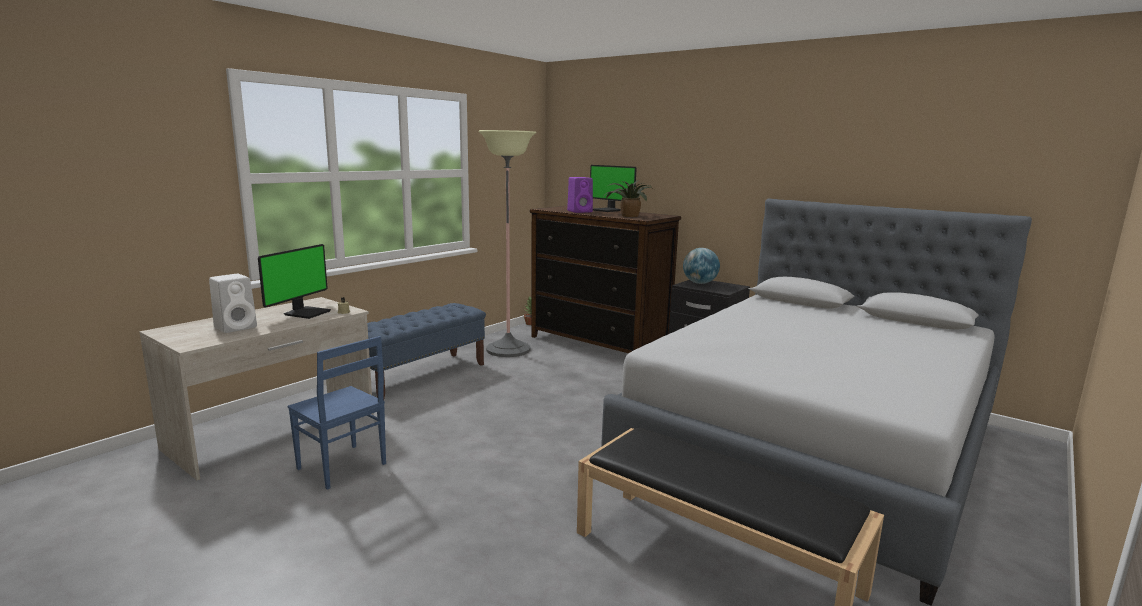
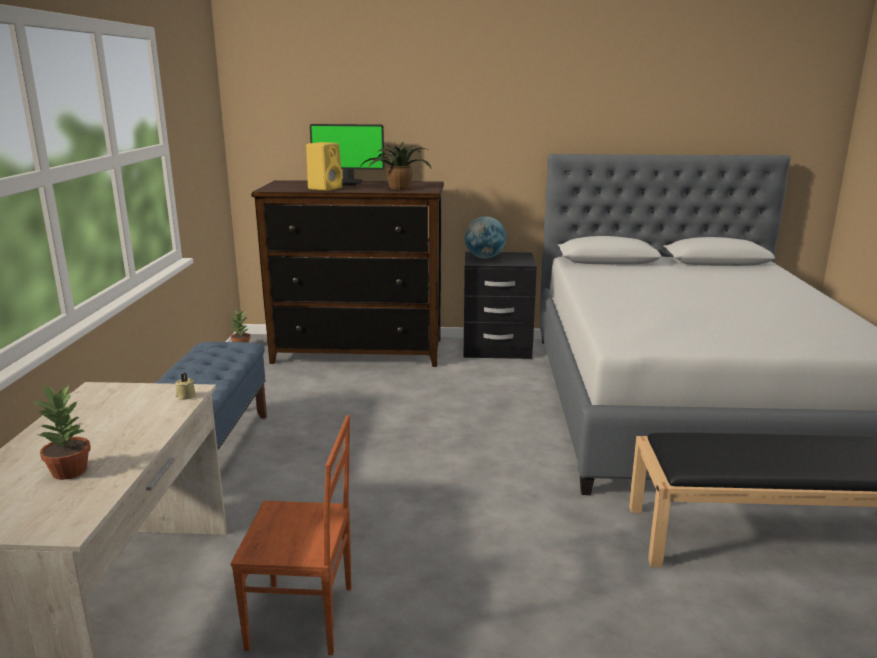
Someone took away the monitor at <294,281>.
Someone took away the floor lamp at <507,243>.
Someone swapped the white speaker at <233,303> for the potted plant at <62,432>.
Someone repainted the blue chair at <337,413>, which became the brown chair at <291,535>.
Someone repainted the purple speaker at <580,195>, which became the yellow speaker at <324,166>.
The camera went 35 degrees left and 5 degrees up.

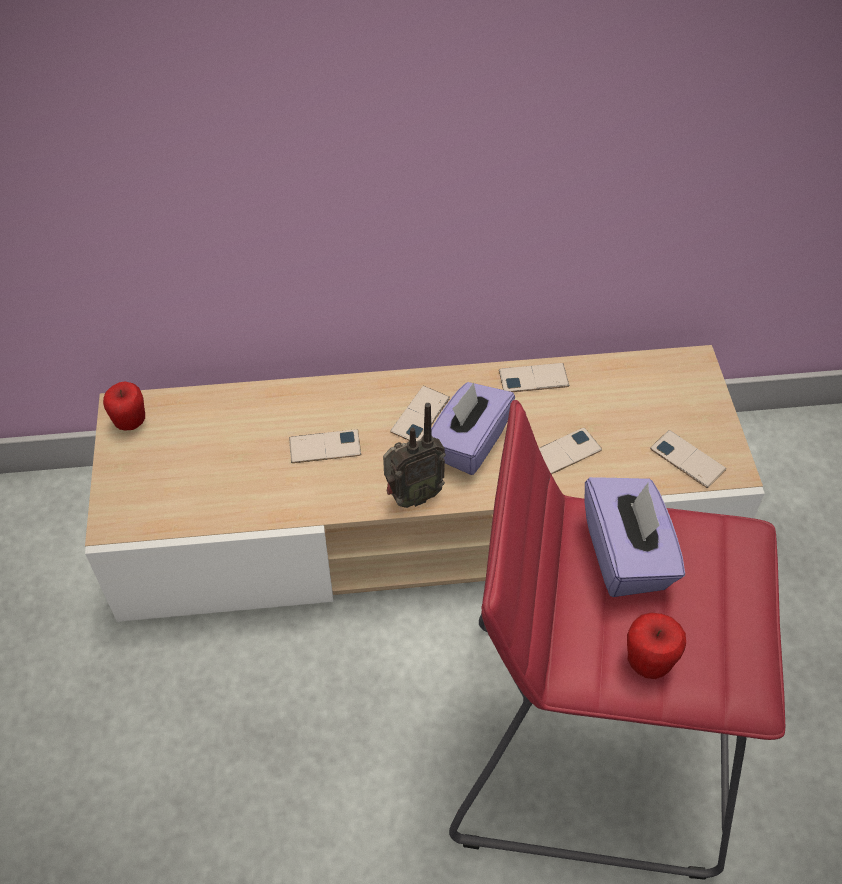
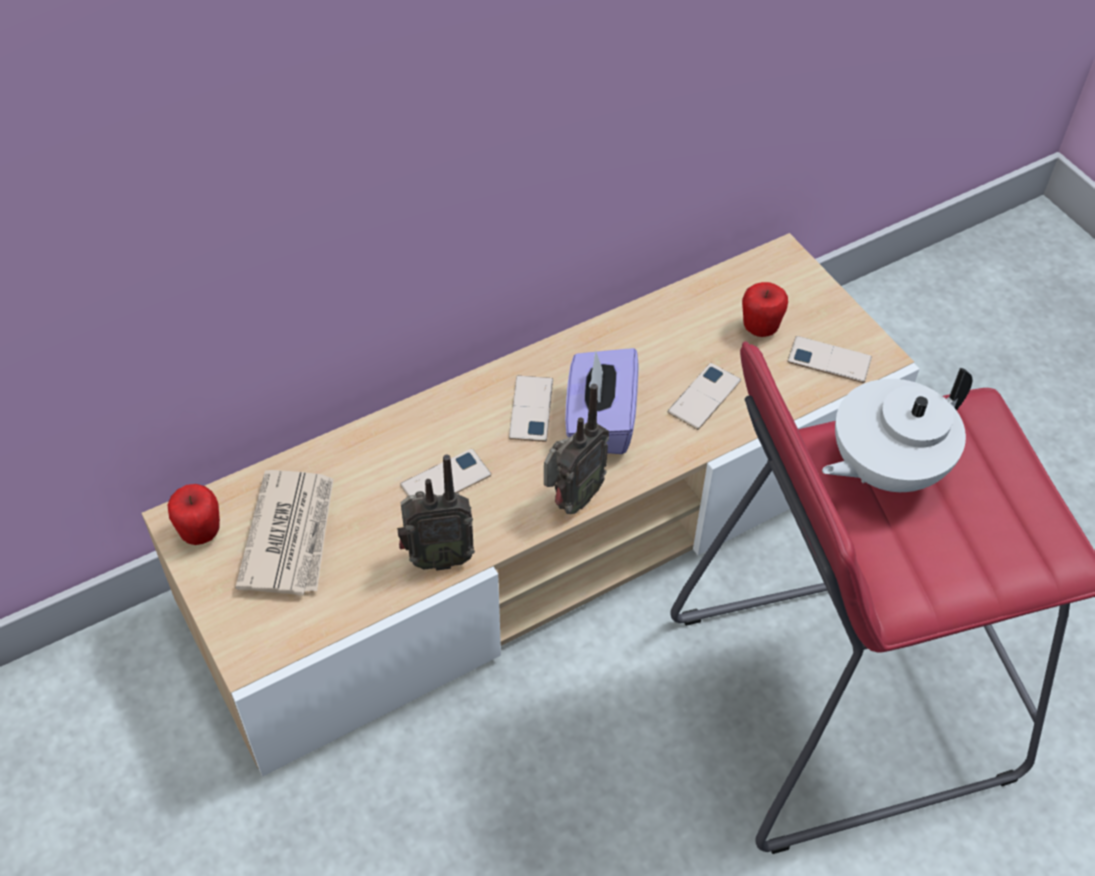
Someone took away the phone at <534,377>.
Someone put down the newspaper at <284,533>.
Someone put down the radio at <436,513>.
Someone carried the apple from <656,646> to <765,309>.
Someone swapped the purple tissue box at <635,537> for the white teapot at <897,430>.
The camera went 25 degrees left and 0 degrees up.

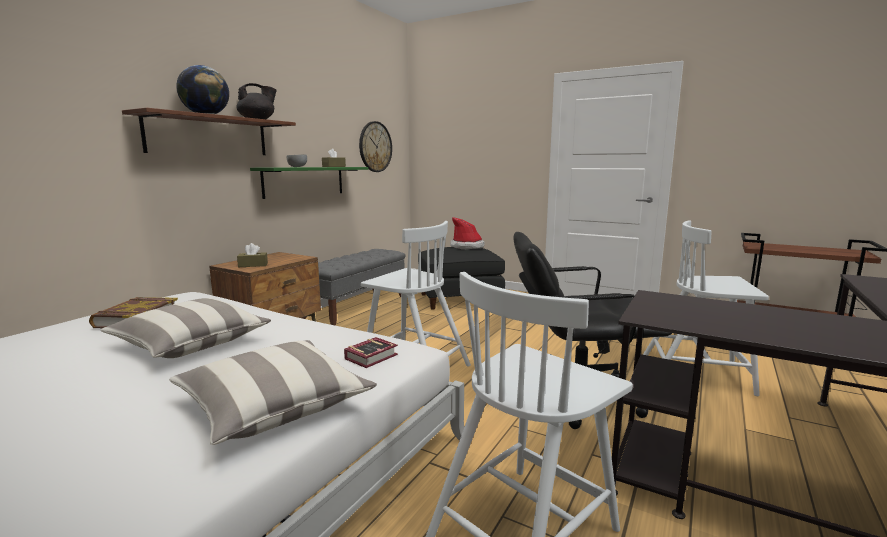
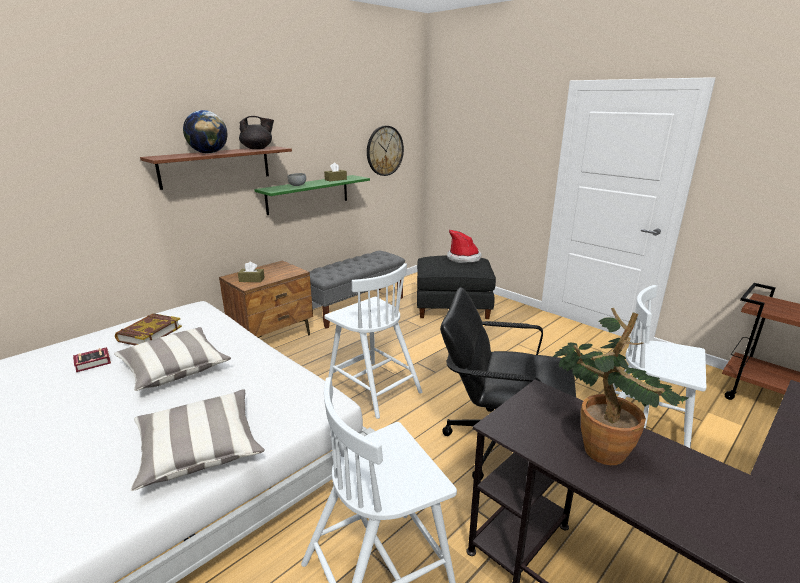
Someone put down the potted plant at <620,386>.
Someone carried the book from <371,352> to <92,359>.
The camera went 15 degrees right and 10 degrees up.

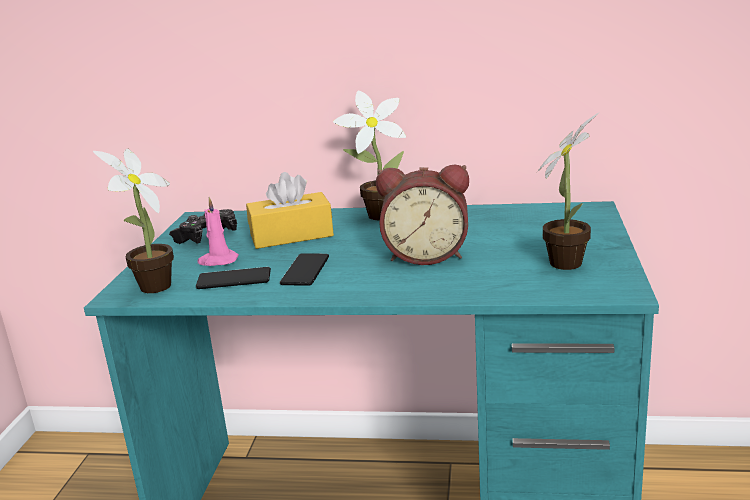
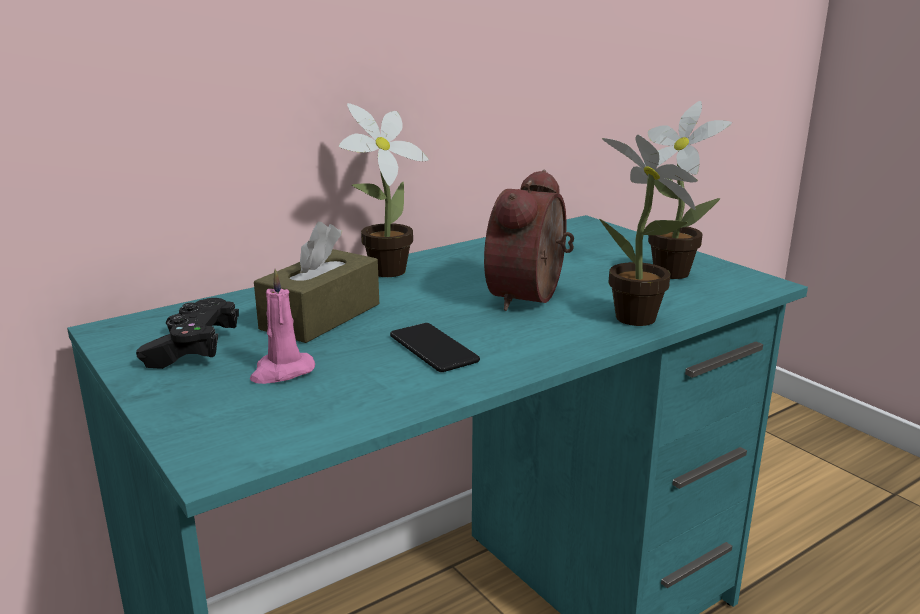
Someone took away the phone at <233,278>.
Someone carried the potted plant from <133,221> to <648,230>.
Someone repainted the yellow tissue box at <290,210>, which became the brown tissue box at <316,282>.
Someone rotated the alarm clock at <422,215> by 150 degrees clockwise.
The camera went 45 degrees left and 0 degrees up.

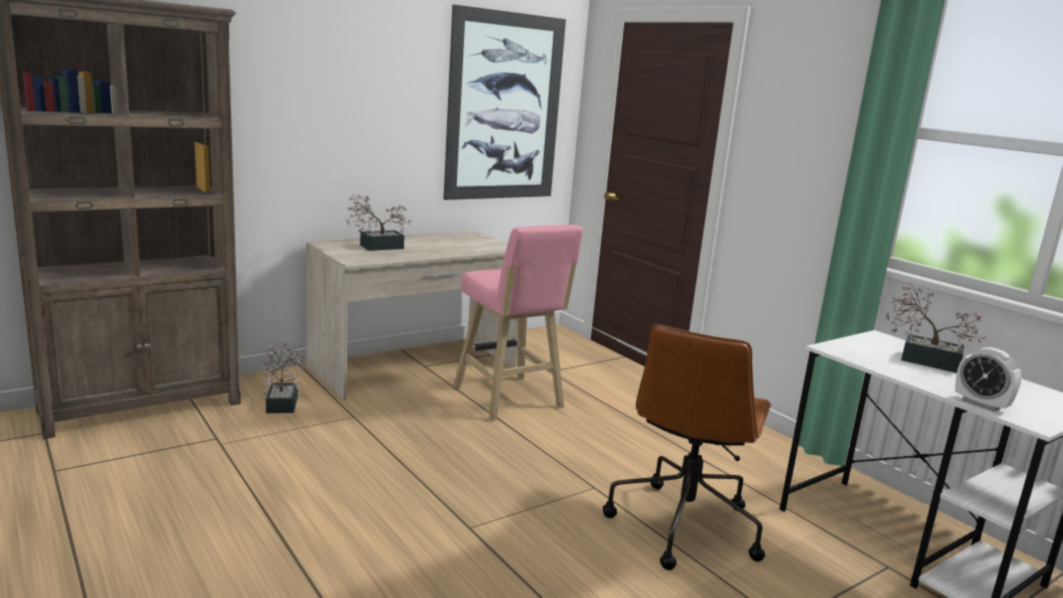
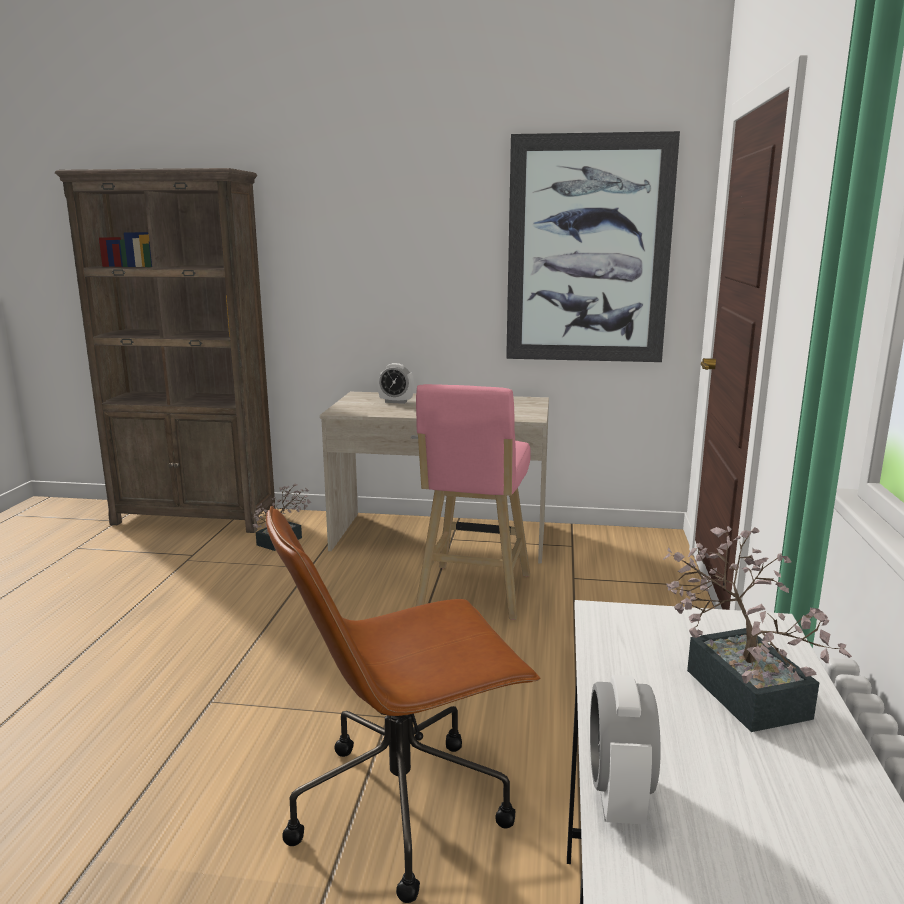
Someone swapped the potted plant at <379,223> for the alarm clock at <396,383>.
The camera went 45 degrees right and 0 degrees up.

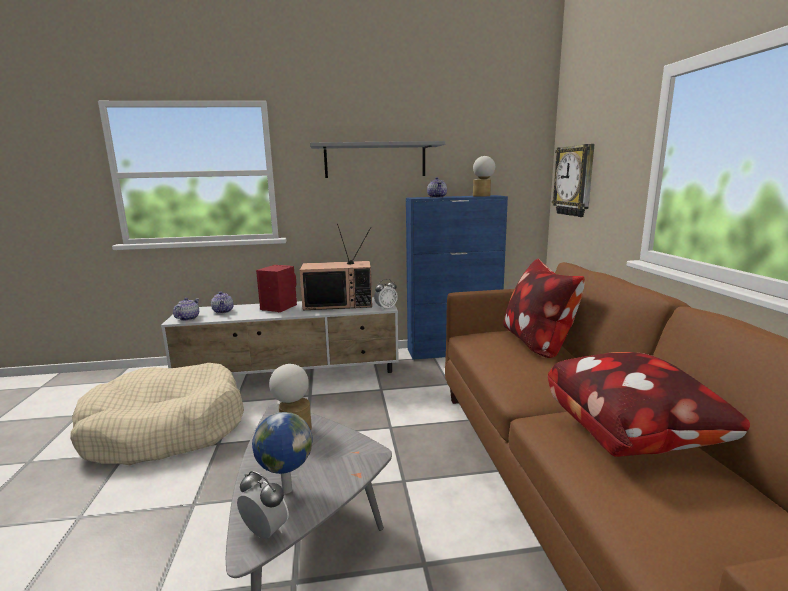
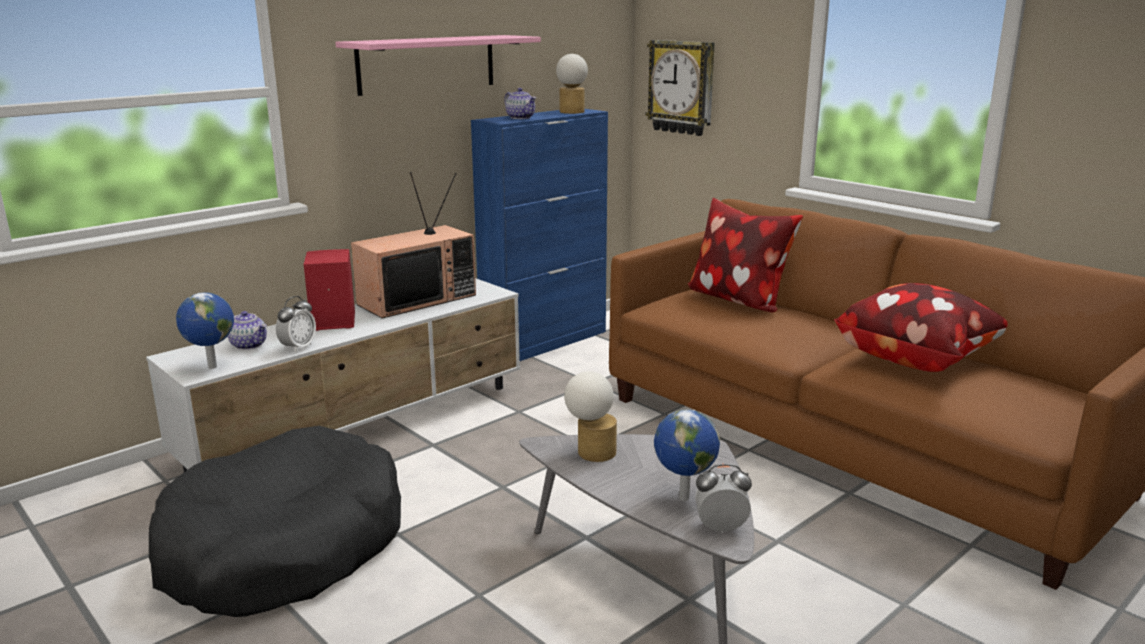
Someone carried the alarm clock from <386,294> to <296,324>.
Someone swapped the teapot at <186,309> for the globe at <205,330>.
Someone repainted the beige dog bed at <157,414>, which became the black dog bed at <275,521>.
Someone repainted the grey shelf at <377,159>, which became the pink shelf at <438,65>.
The camera went 35 degrees left and 5 degrees up.

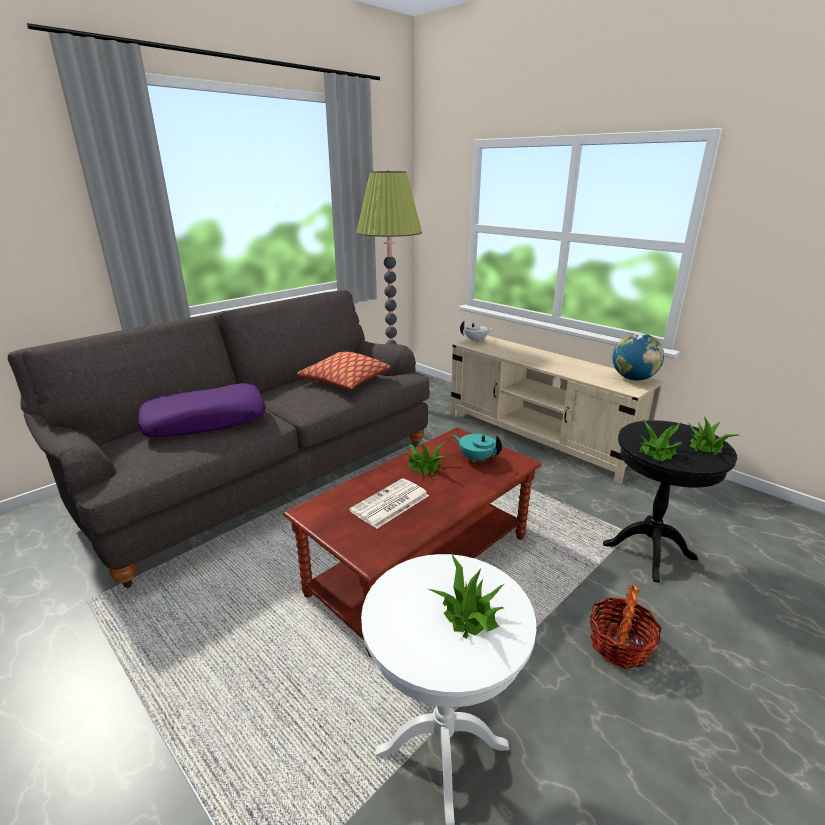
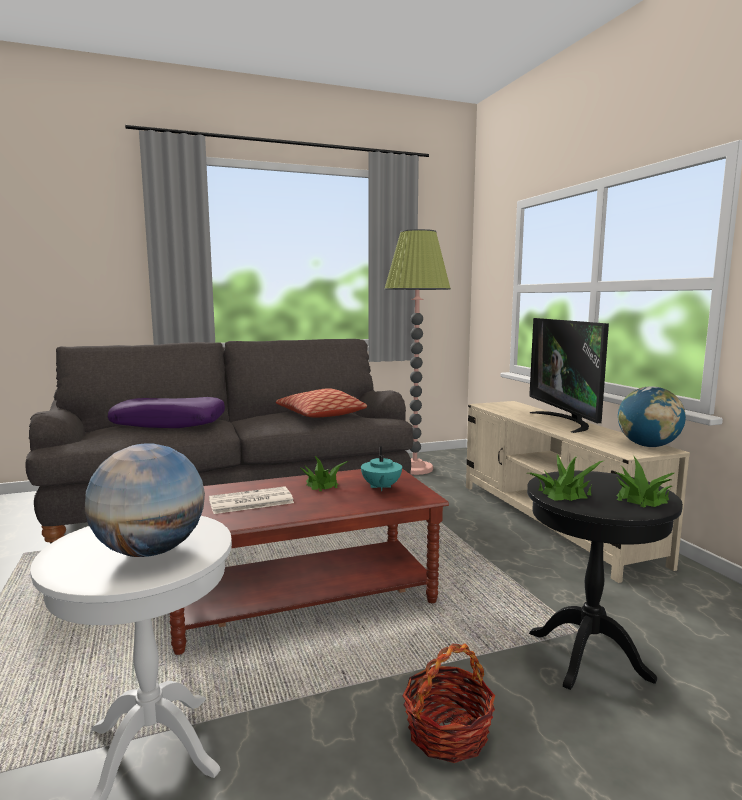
Someone took away the white teapot at <477,332>.
Someone put down the television at <569,375>.
Someone swapped the potted plant at <466,596> for the globe at <145,500>.
Someone rotated the turquoise teapot at <477,448> by 150 degrees counterclockwise.
The camera went 25 degrees right and 15 degrees down.

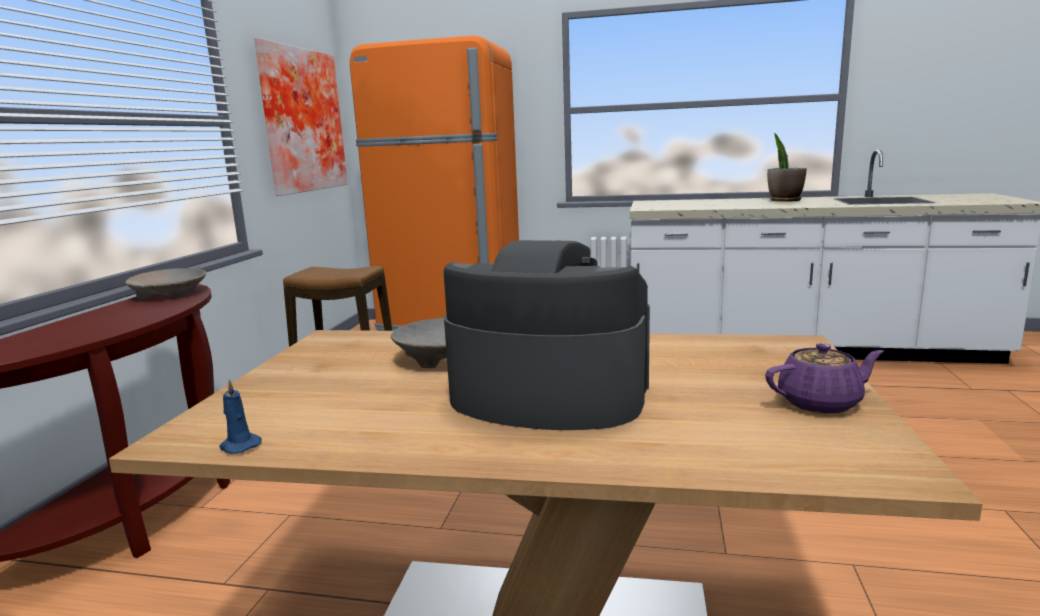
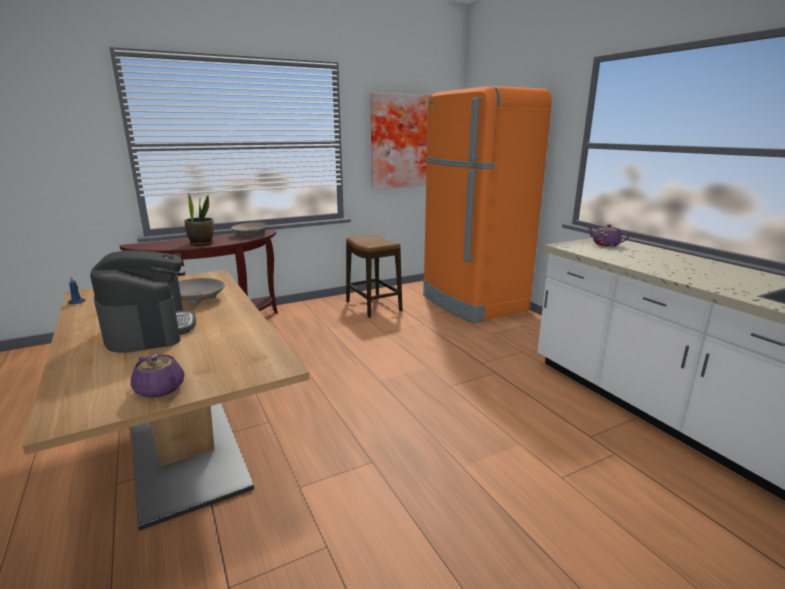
Someone put down the purple teapot at <608,235>.
Someone carried the potted plant from <787,167> to <199,219>.
The camera went 50 degrees right and 5 degrees up.

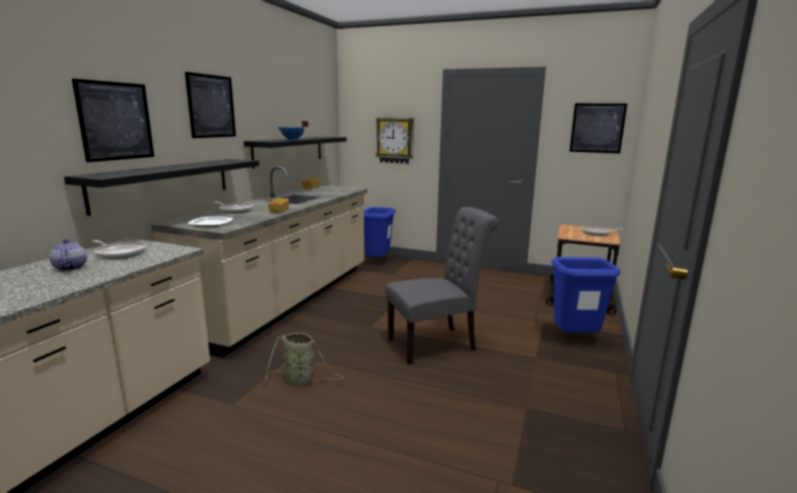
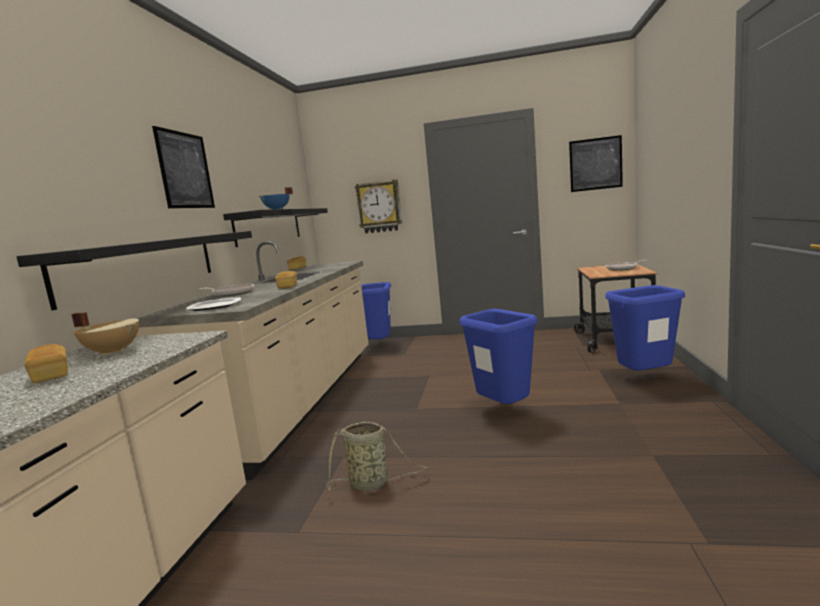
Someone took away the picture at <113,120>.
Someone swapped the teapot at <68,255> for the bread at <46,363>.
Someone swapped the frying pan at <119,249> for the beige cooking pot at <105,334>.
Someone swapped the grey chair at <442,286> for the blue trash can at <498,356>.
The camera went 10 degrees left and 5 degrees down.

